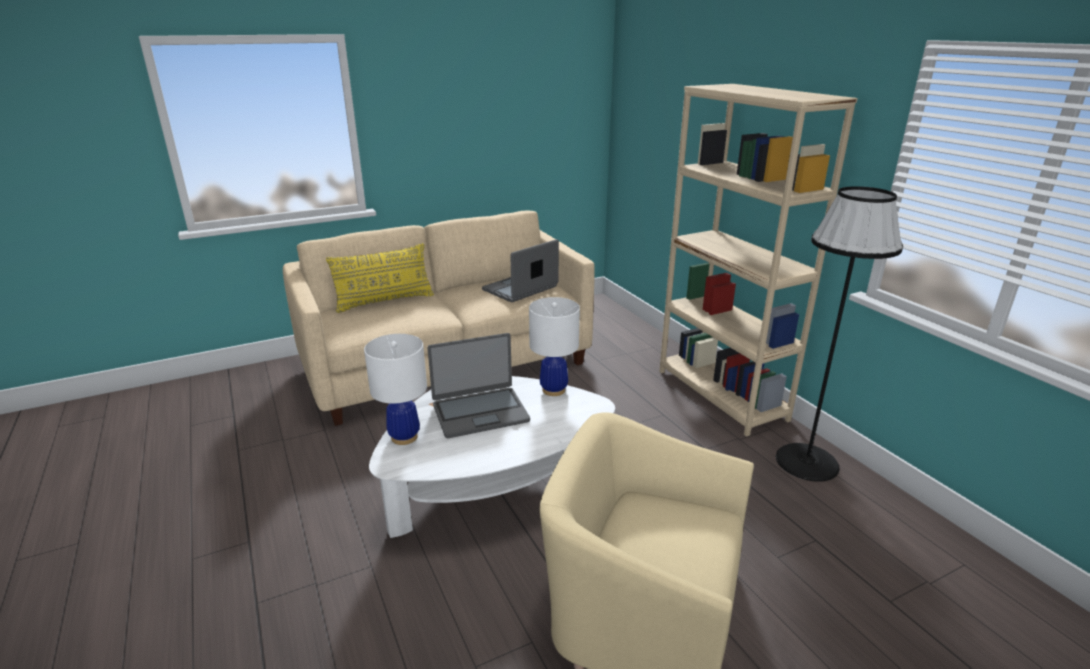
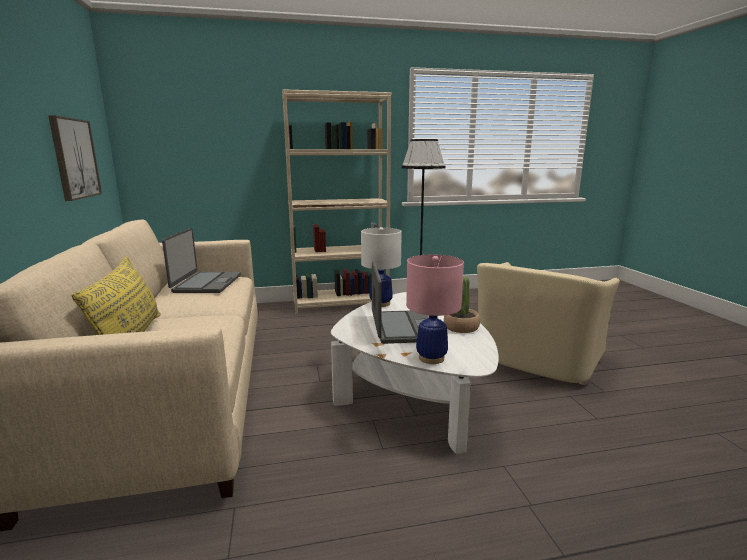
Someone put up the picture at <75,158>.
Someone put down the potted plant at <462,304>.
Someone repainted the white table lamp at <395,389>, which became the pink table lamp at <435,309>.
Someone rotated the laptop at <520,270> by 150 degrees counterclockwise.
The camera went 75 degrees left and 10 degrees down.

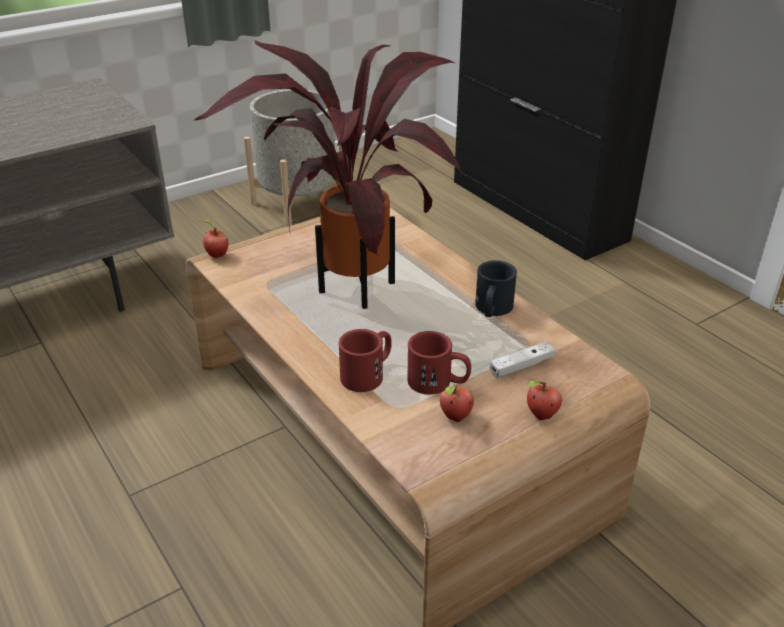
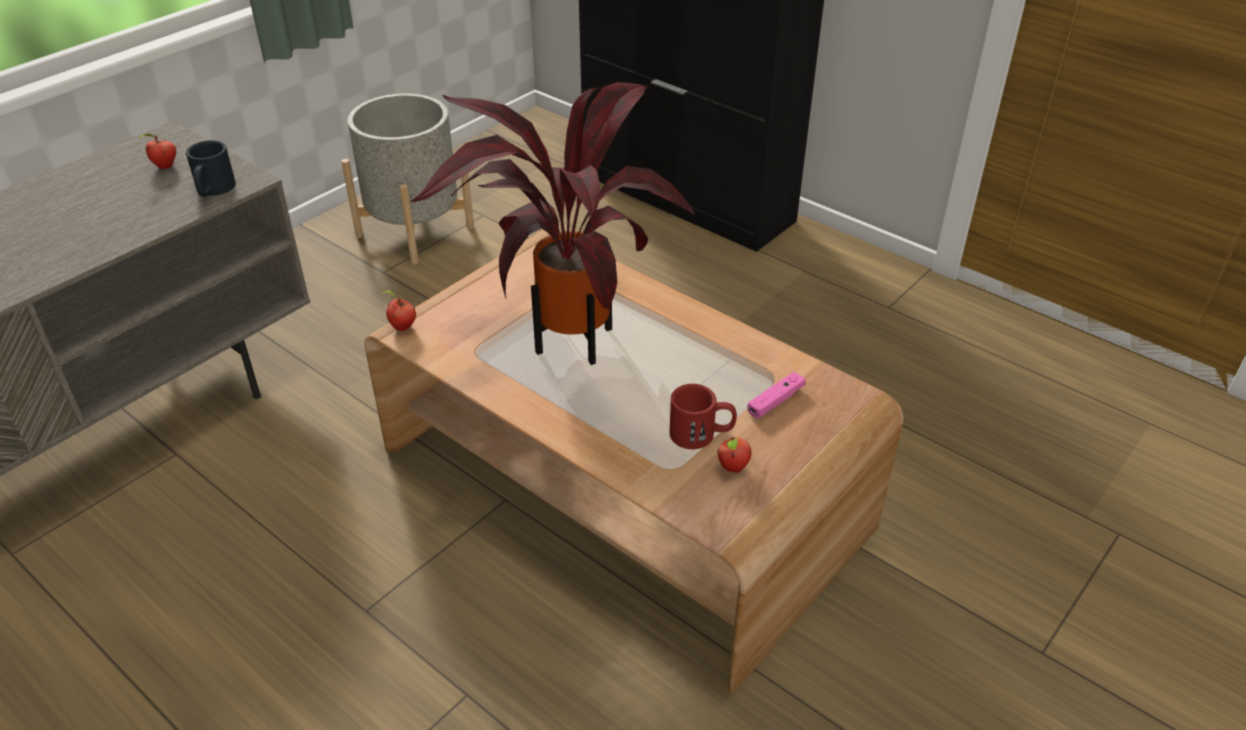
Someone took away the red mug at <365,360>.
Someone carried the black mug from <496,288> to <211,168>.
Someone carried the apple from <544,400> to <157,151>.
Someone repainted the white game controller at <522,360>, which became the pink game controller at <776,395>.
The camera went 15 degrees left and 5 degrees up.

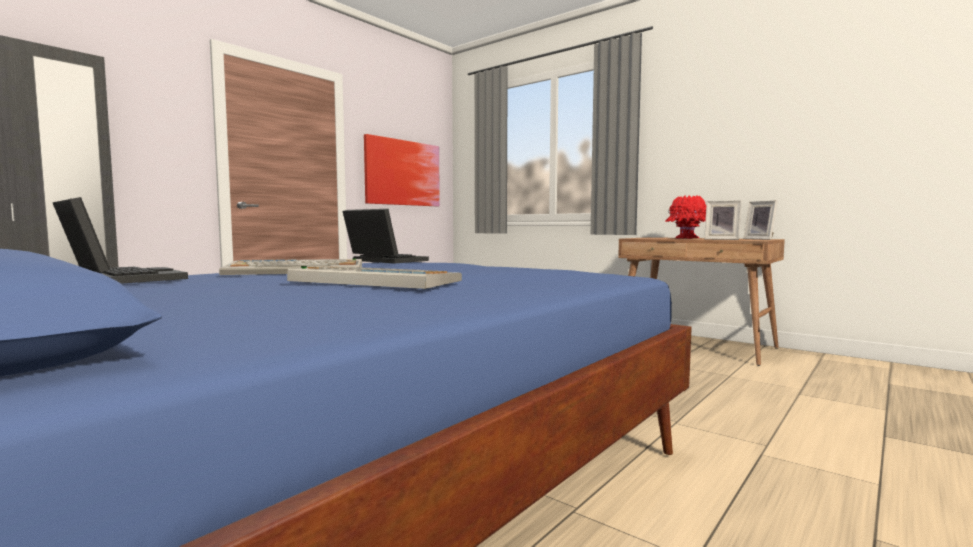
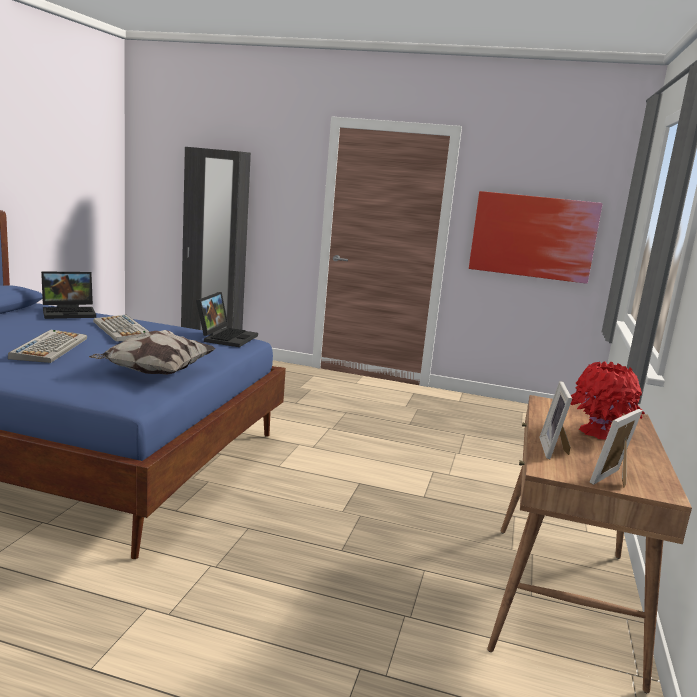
Someone put down the pillow at <152,352>.
Someone rotated the laptop at <120,240> by 45 degrees clockwise.
The camera went 65 degrees right and 10 degrees up.

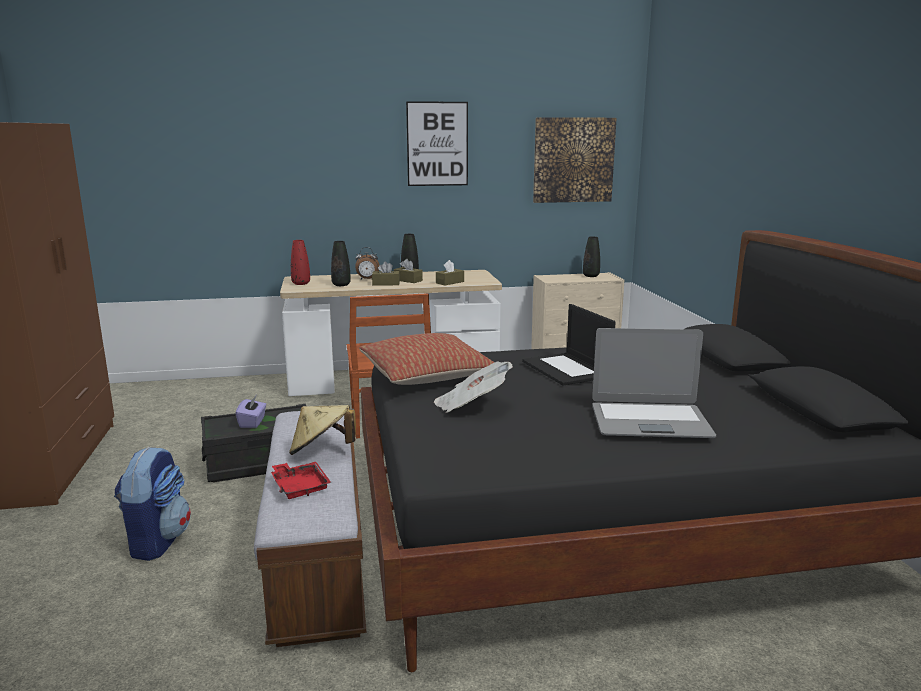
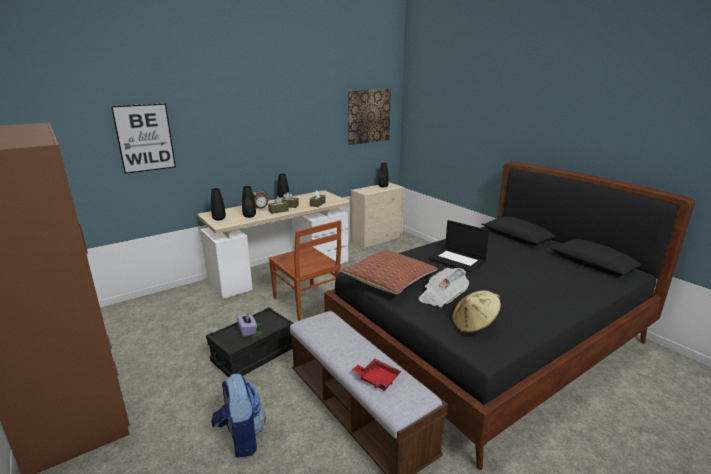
Someone took away the laptop at <654,383>.
Someone carried the beige hat from <322,430> to <476,312>.
Someone carried the picture from <437,143> to <143,138>.
Someone repainted the red vase at <300,262>, which became the black vase at <218,204>.
The camera went 25 degrees left and 5 degrees up.

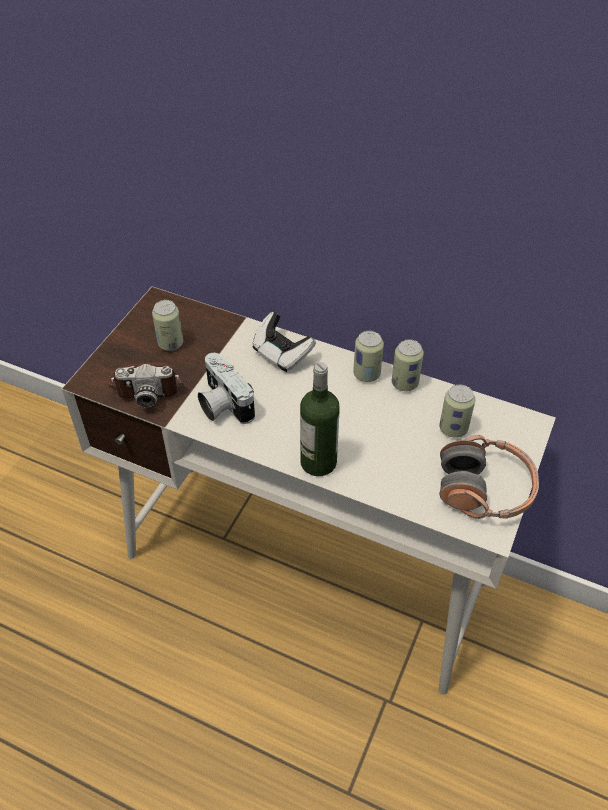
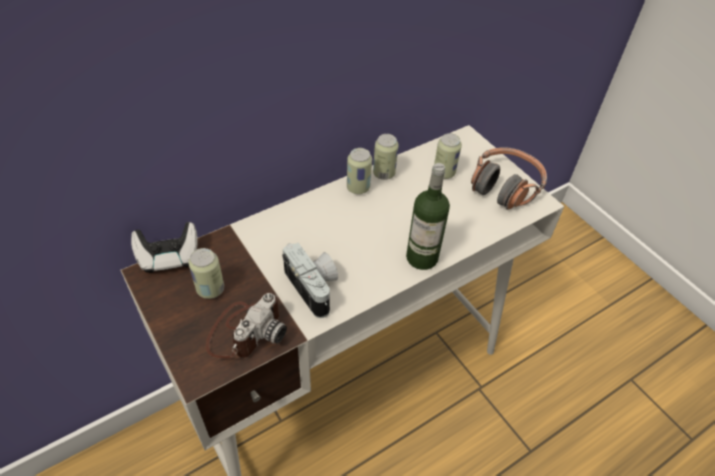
Someone carried the game controller from <284,342> to <164,247>.
Someone rotated the photo camera at <226,388> by 120 degrees counterclockwise.
The camera went 60 degrees left and 0 degrees up.

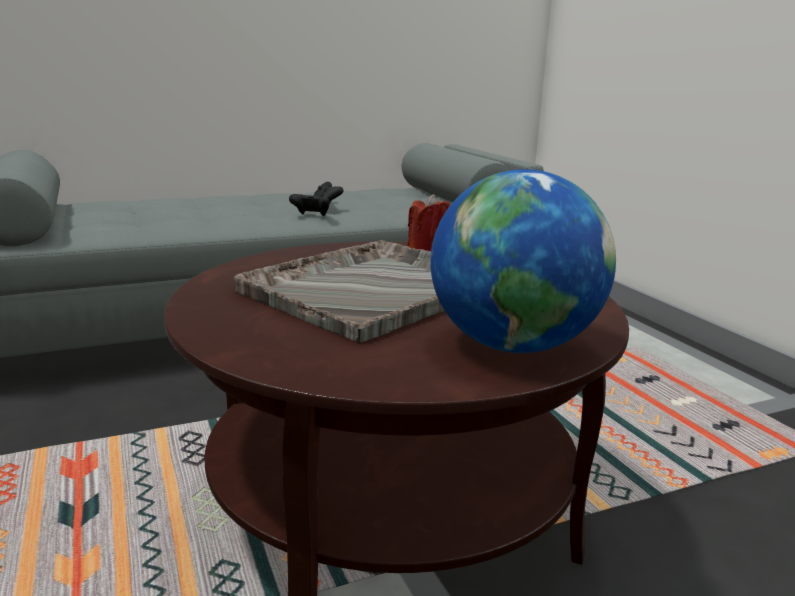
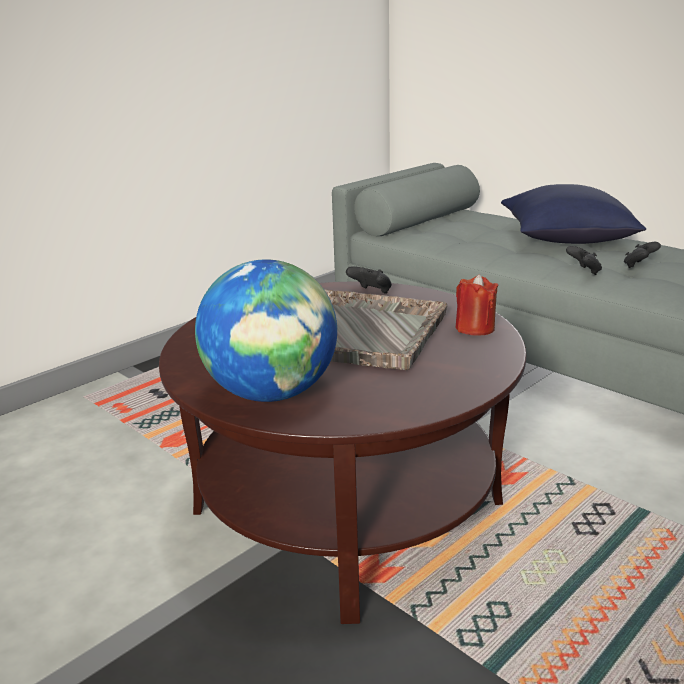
Someone put down the black game controller at <369,280>.
Someone put down the blue pillow at <573,214>.
The camera went 70 degrees right and 5 degrees up.

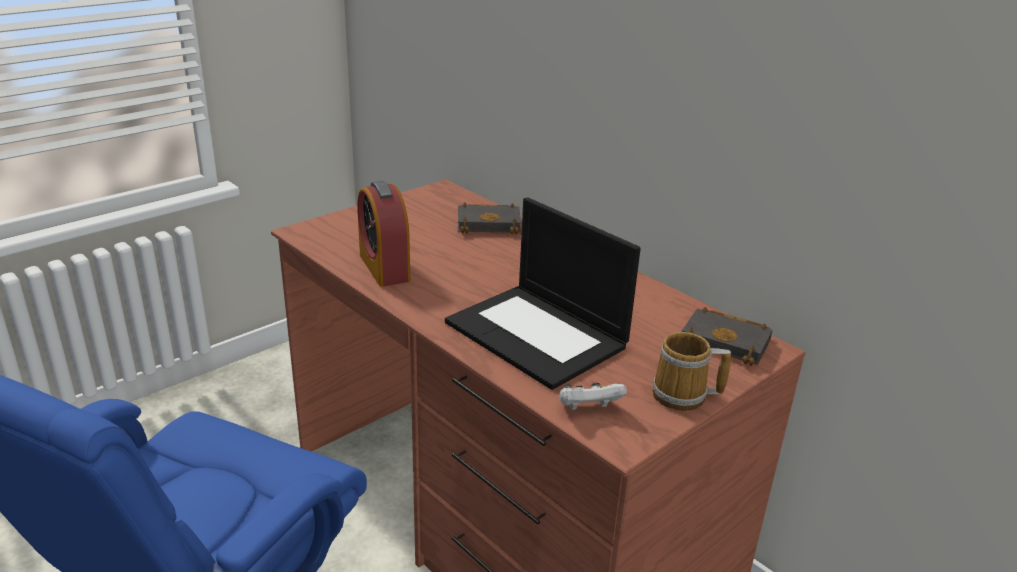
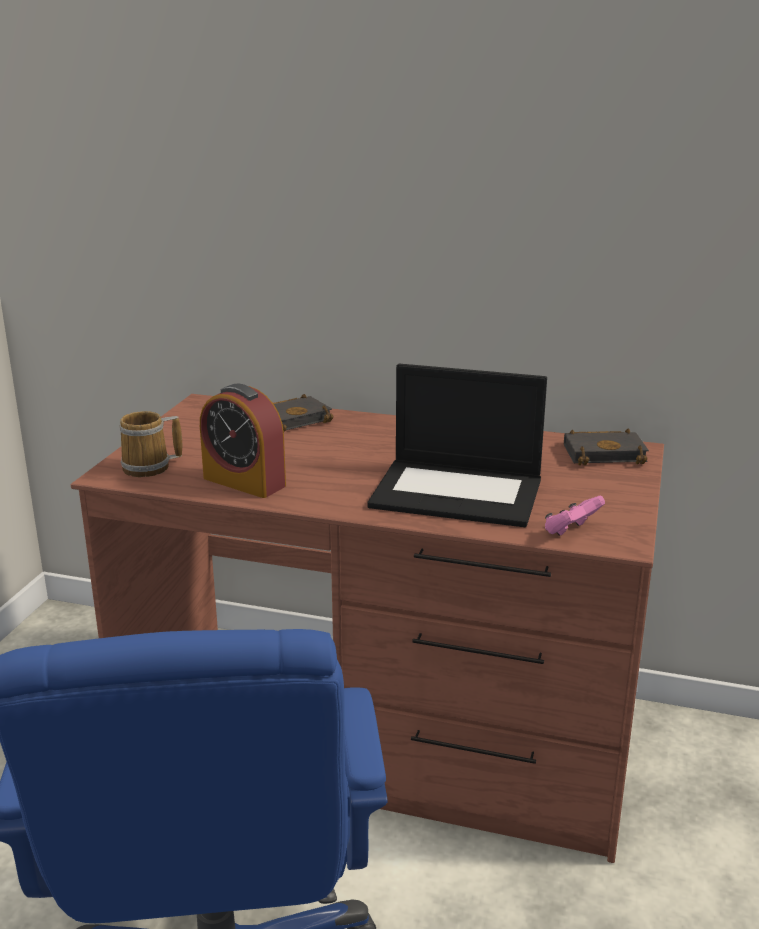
Someone carried the mug from <692,371> to <151,444>.
Someone repainted the white game controller at <593,396>, which became the pink game controller at <575,516>.
The camera went 30 degrees left and 5 degrees down.

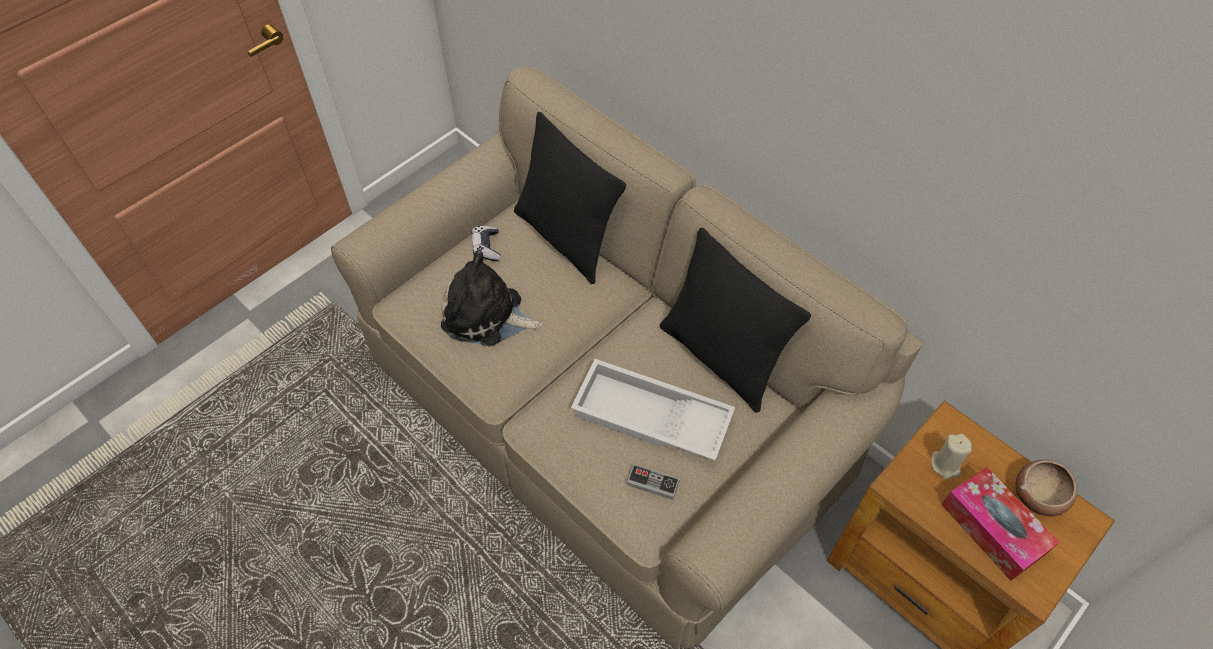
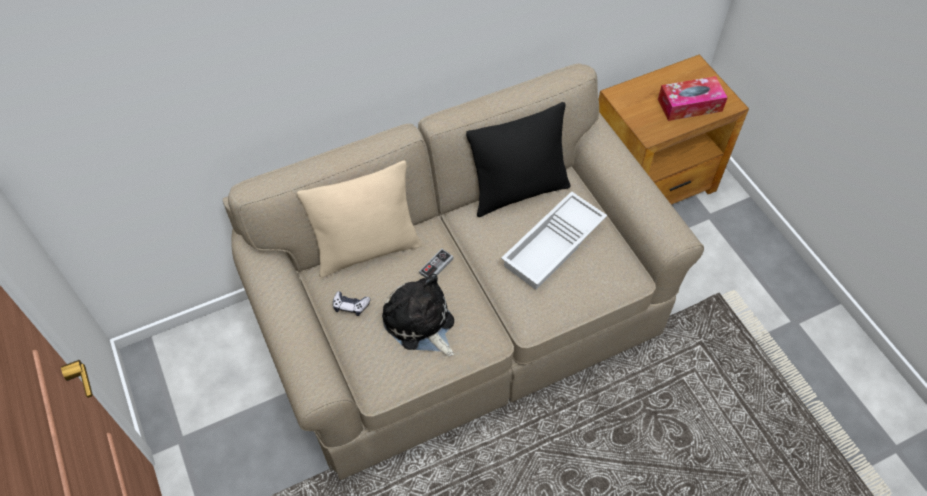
Someone took away the beige candle at <951,456>.
Someone took away the bowl at <1046,488>.
Someone carried the game controller from <653,482> to <436,263>.
Someone repainted the black pillow at <570,198>, which became the beige pillow at <359,219>.
Someone rotated the plush toy at <491,298> by 105 degrees clockwise.
The camera went 70 degrees left and 0 degrees up.

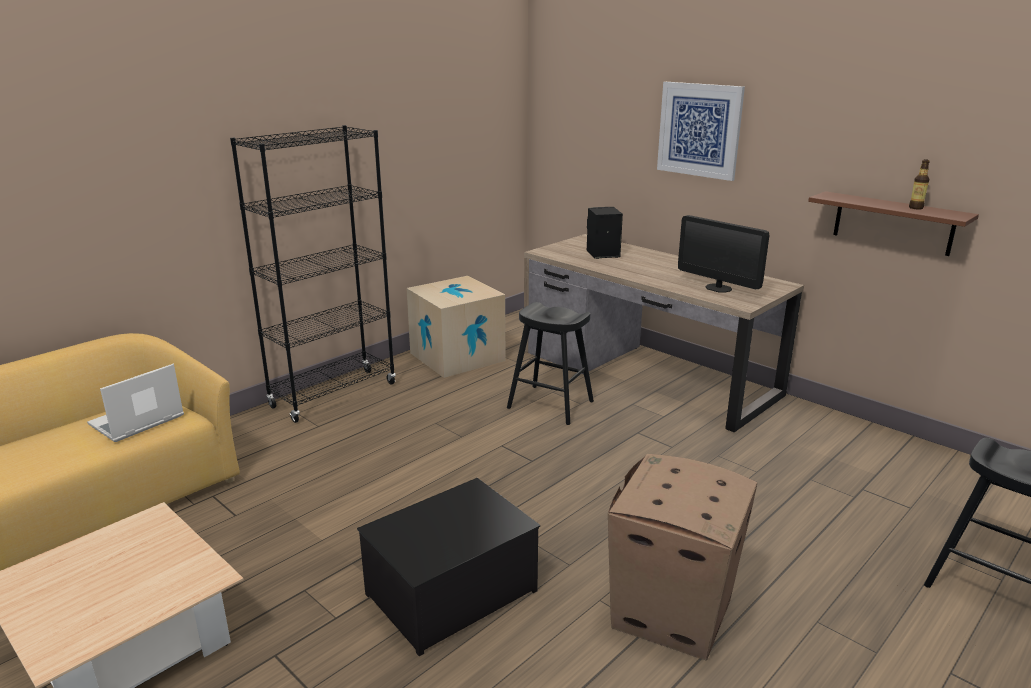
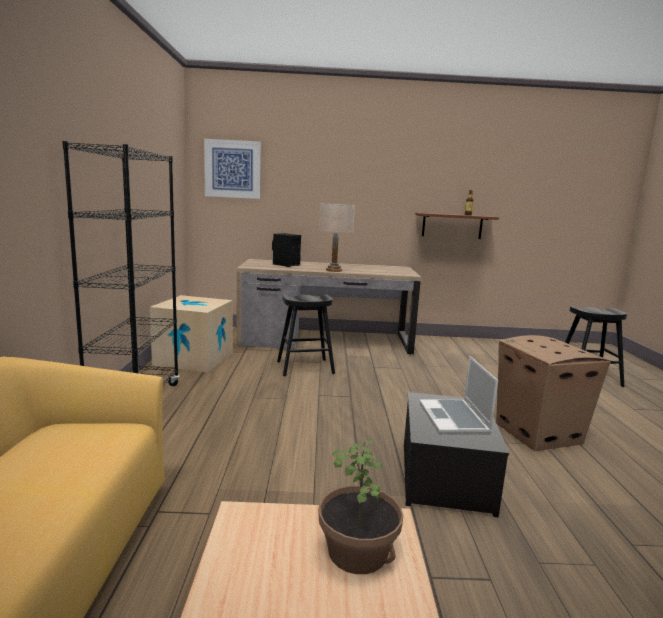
Someone took away the monitor at <723,253>.
Someone put down the beige table lamp at <337,238>.
Someone put down the potted plant at <361,507>.
Someone carried the laptop from <135,403> to <458,394>.
Someone carried the picture from <701,131> to <232,169>.
The camera went 45 degrees left and 10 degrees down.

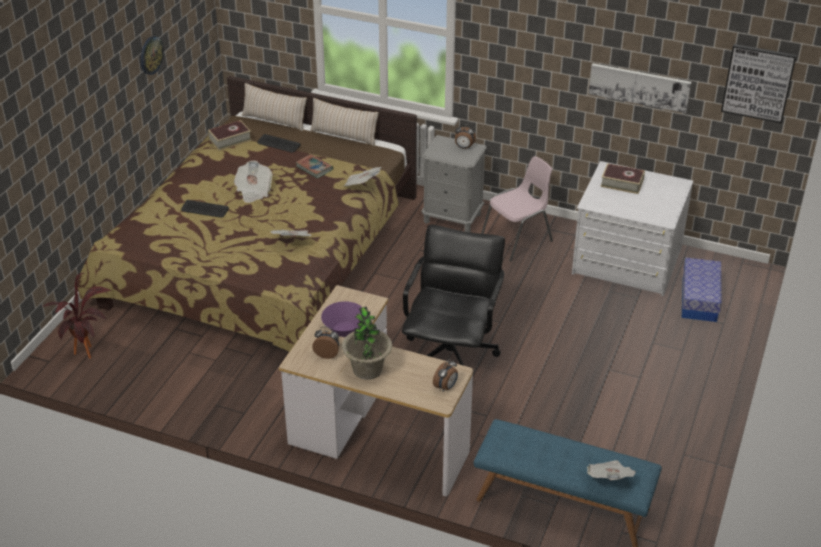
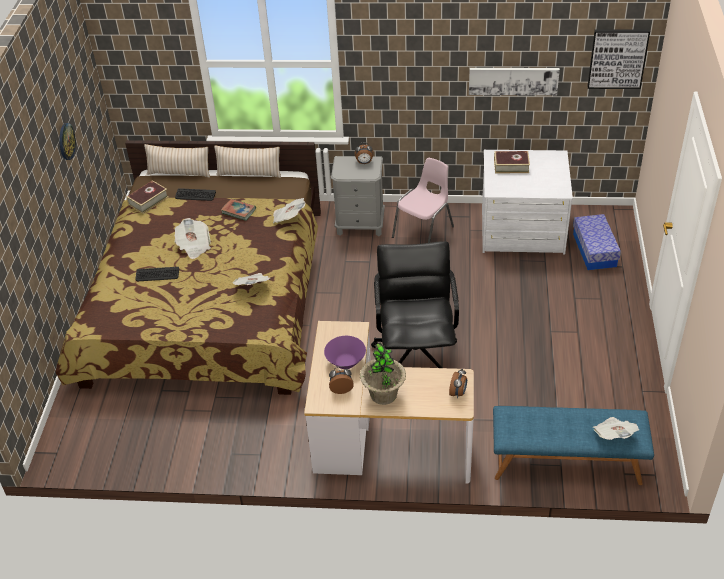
Someone took away the potted plant at <76,315>.
The camera went 15 degrees left and 5 degrees up.

